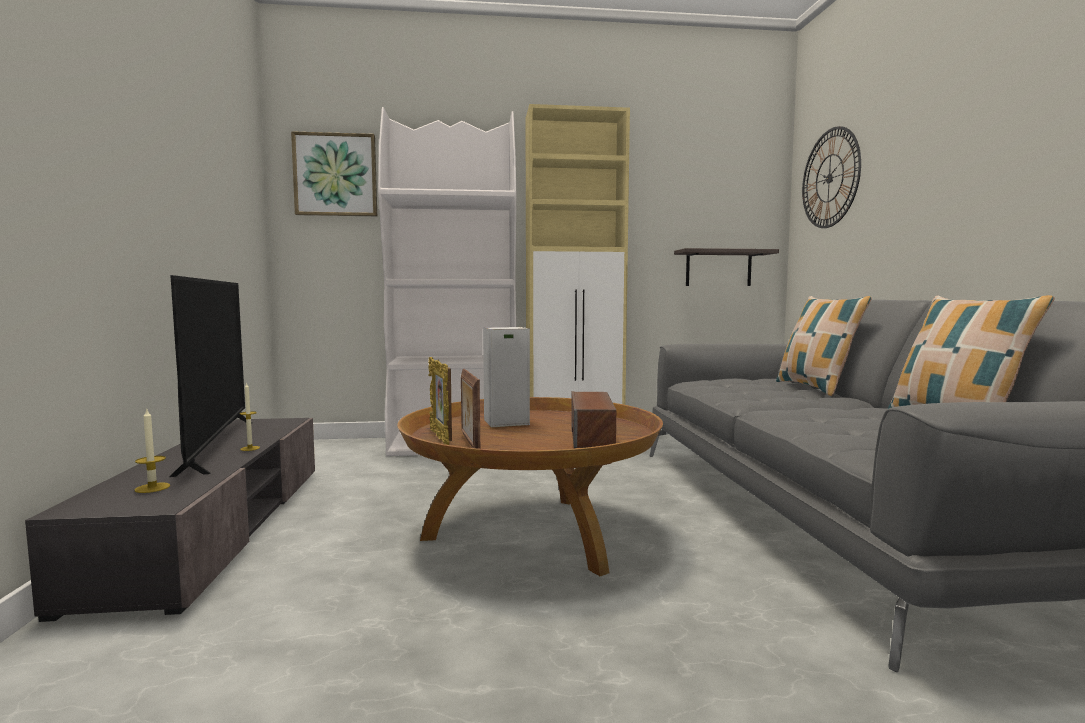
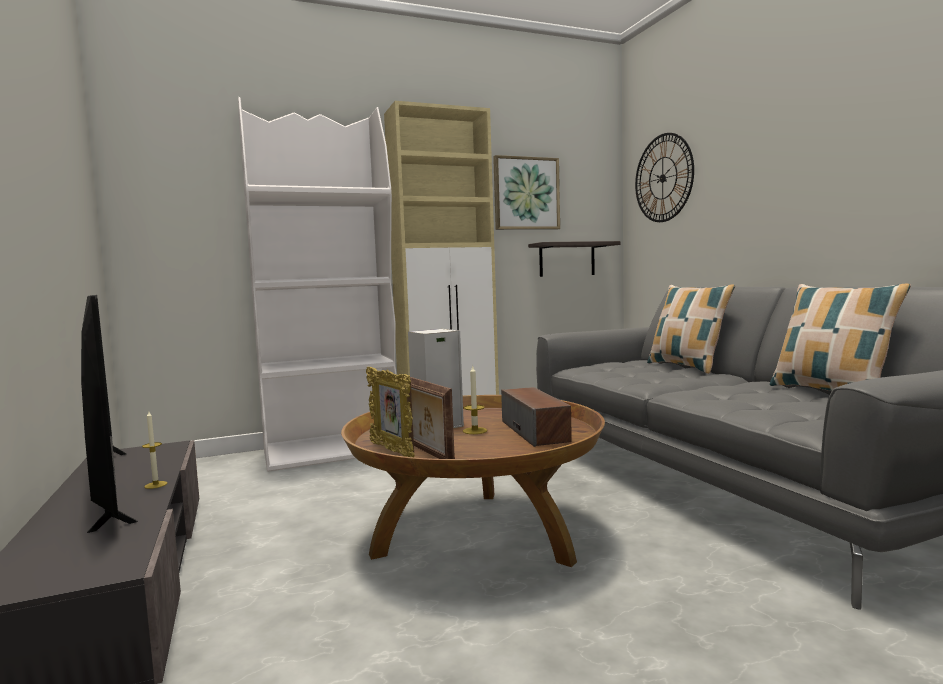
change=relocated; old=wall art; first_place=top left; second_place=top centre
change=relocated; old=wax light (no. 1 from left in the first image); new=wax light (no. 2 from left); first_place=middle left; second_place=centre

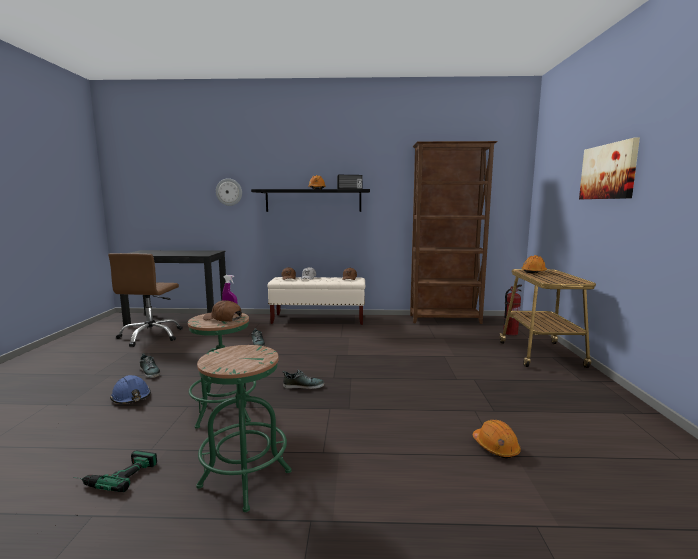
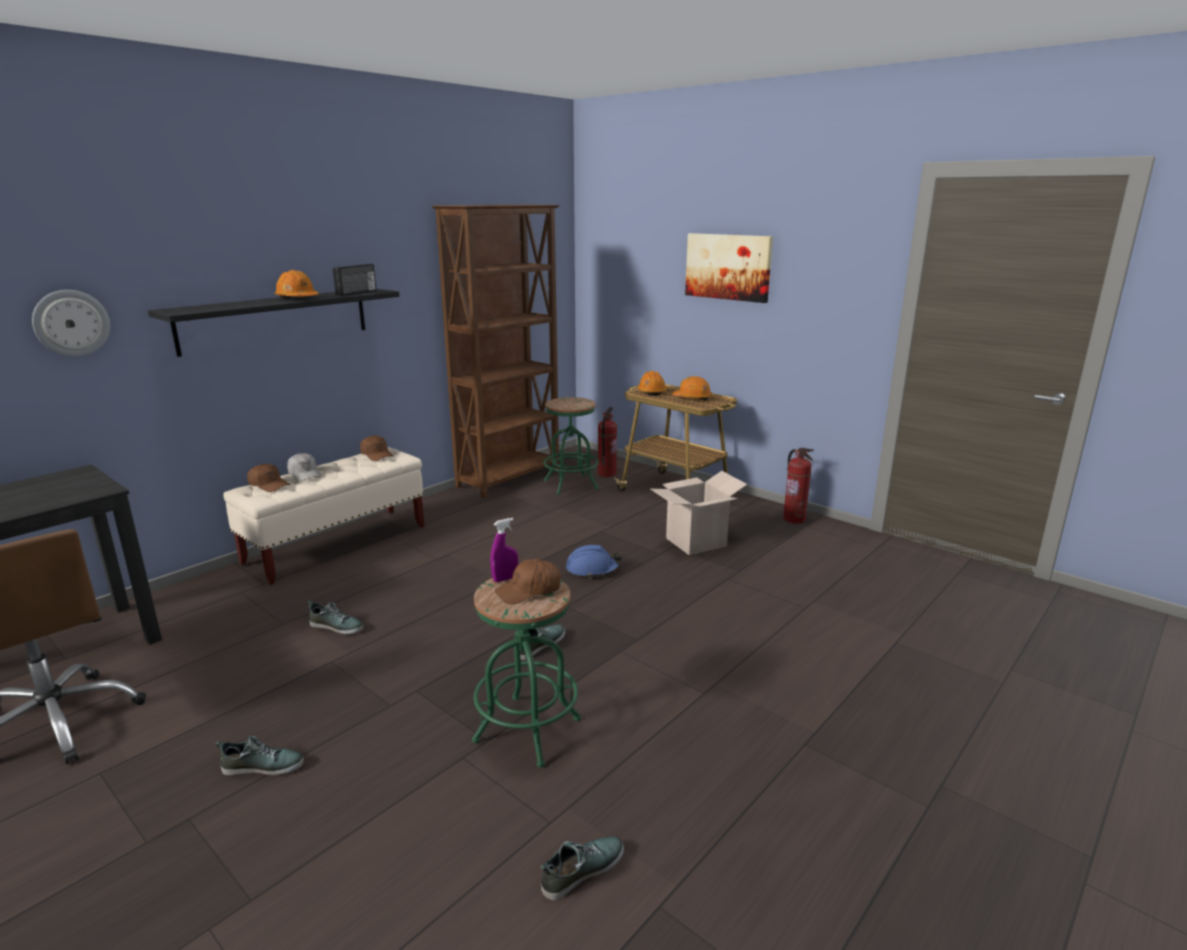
change=relocated; old=green sitting stool (no. 2 from left); first_place=bottom centre; second_place=centre
change=relocated; old=bluish work helmet; first_place=bottom left; second_place=centre
change=relocated; old=orangey work helmet (no. 2 from left in the first image); new=orangey work helmet (no. 3 from left); first_place=bottom right; second_place=centre
change=exchanged; old=drill; new=shoe (no. 4 from left); first_place=bottom left; second_place=bottom centre
change=appeared; new=fire-fighting cylinder (no. 2 from left); second_place=middle right
change=appeared; new=cardboard box; second_place=centre

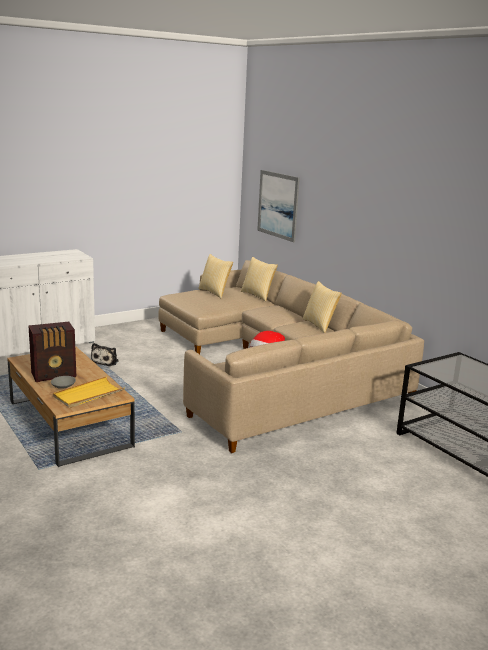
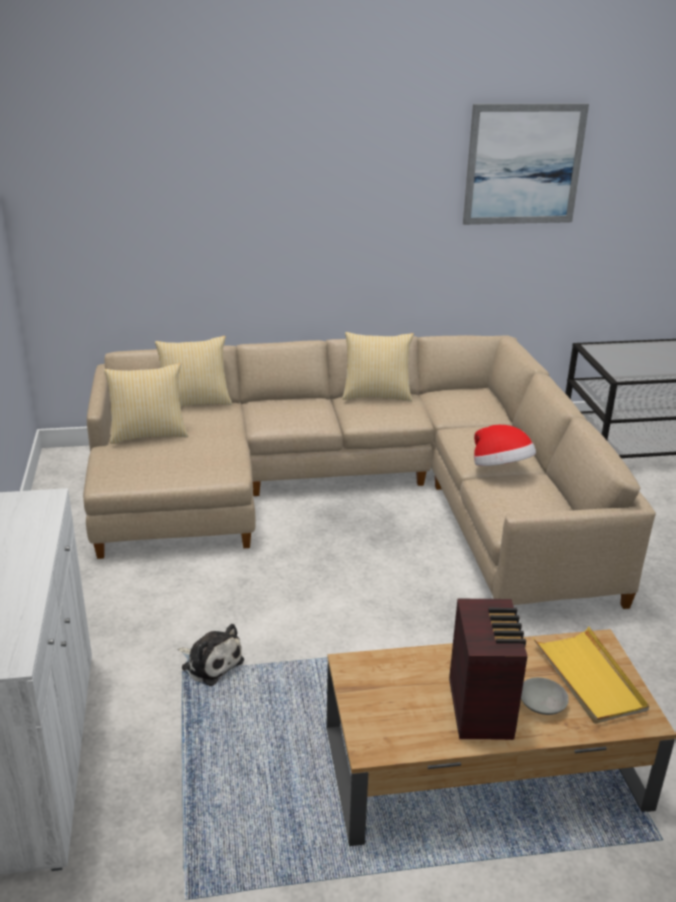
change=relocated; old=wall art; first_place=top centre; second_place=top right

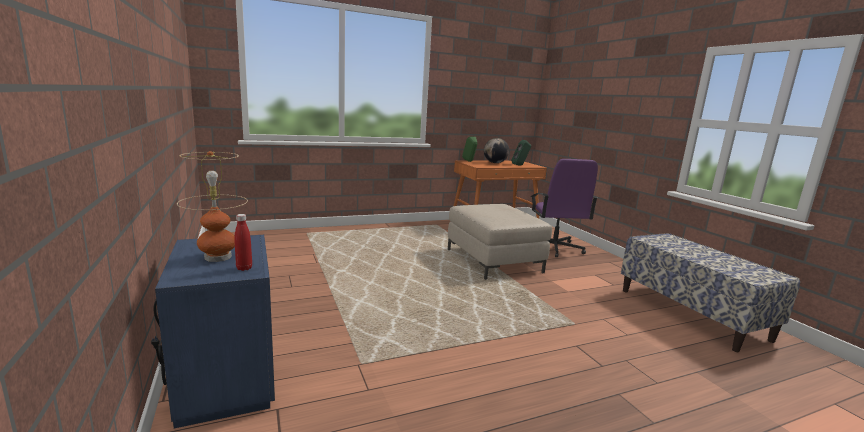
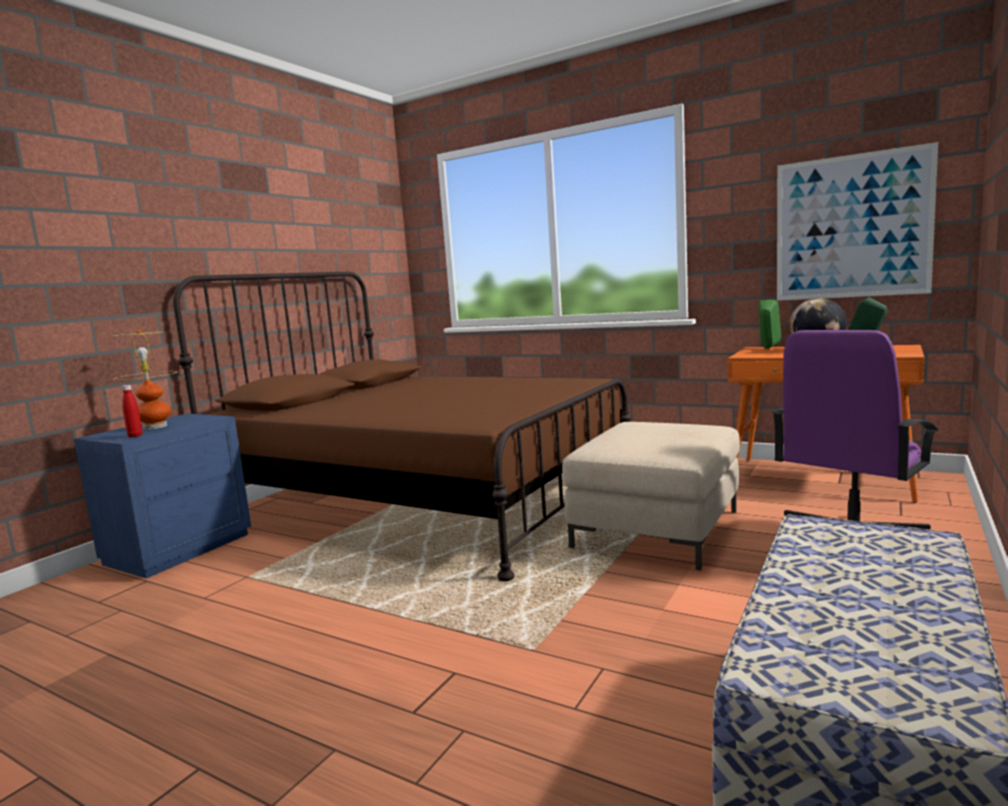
change=appeared; new=wall art; second_place=top right
change=appeared; new=brown-coloured bed; second_place=centre

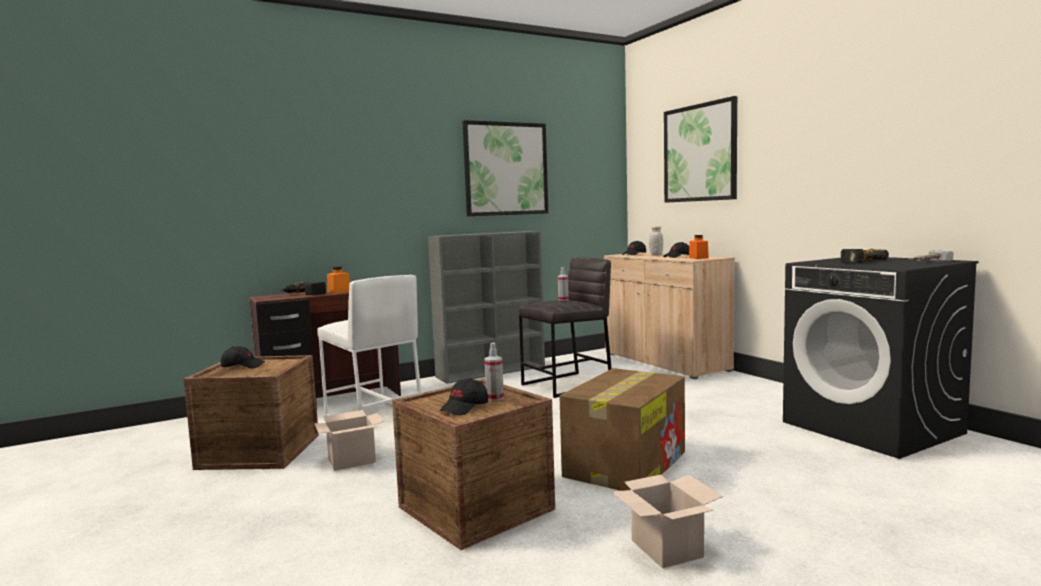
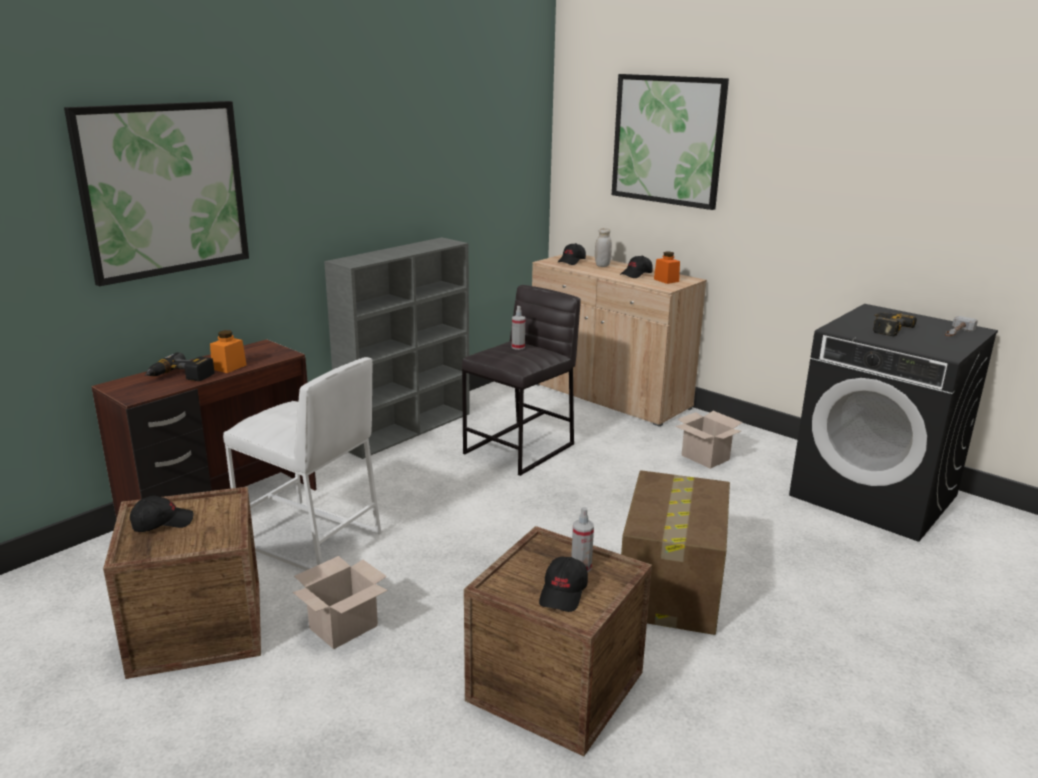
change=relocated; old=wall art (no. 1 from left); first_place=top centre; second_place=top left
change=relocated; old=cardboard box (no. 3 from left); first_place=bottom centre; second_place=middle right

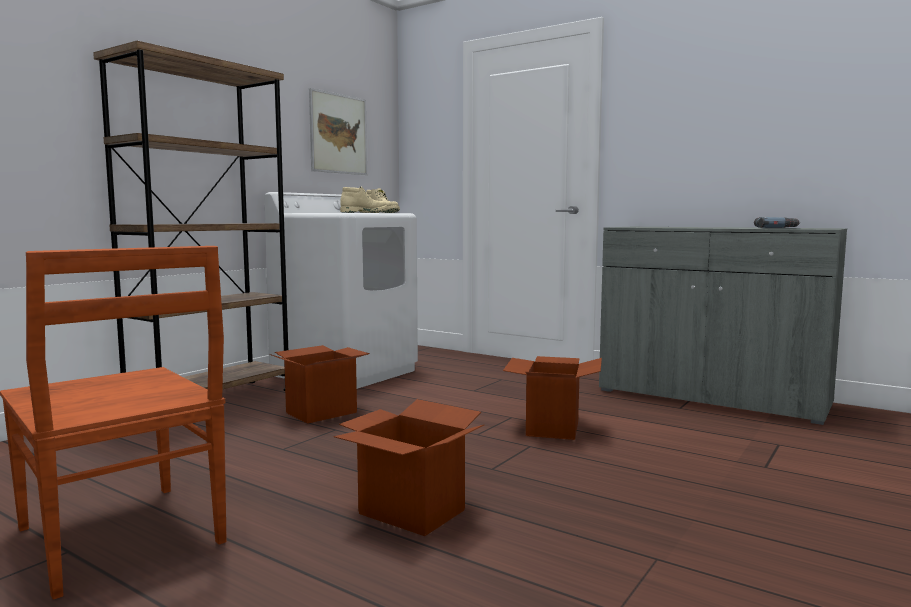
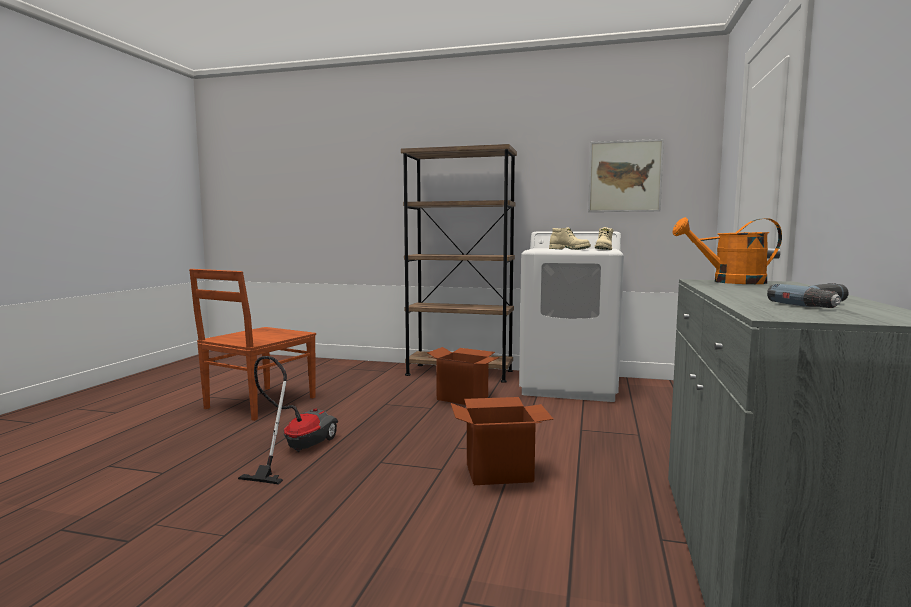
change=exchanged; old=cardboard box (no. 2 from left); new=vacuum; first_place=bottom centre; second_place=bottom left
change=appeared; new=orangey watering can; second_place=middle right

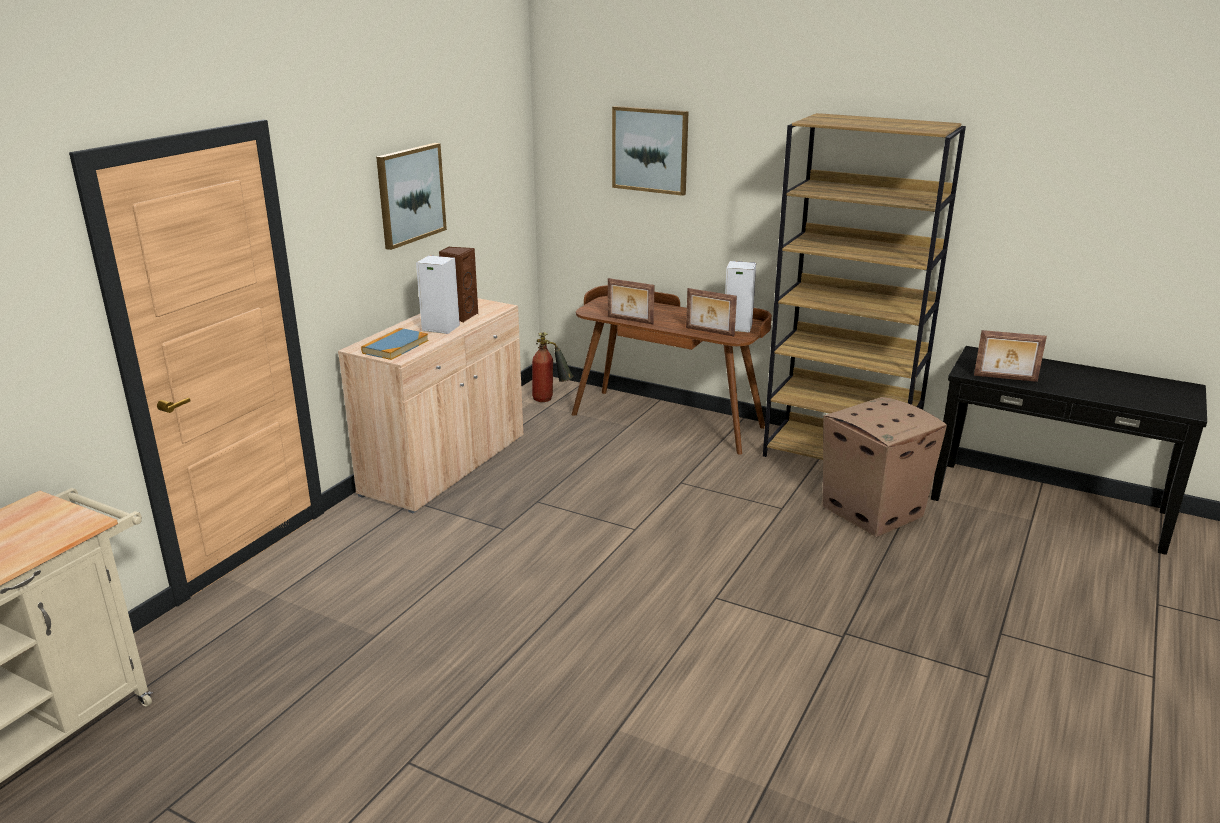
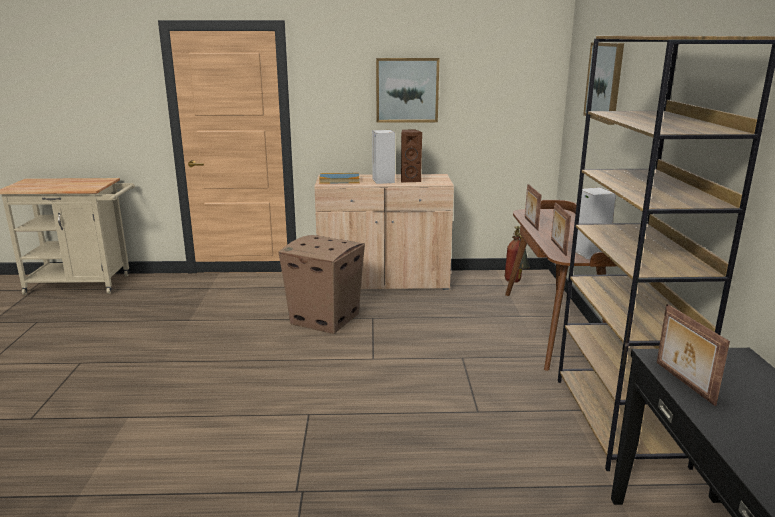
change=relocated; old=cardboard box; first_place=middle right; second_place=centre

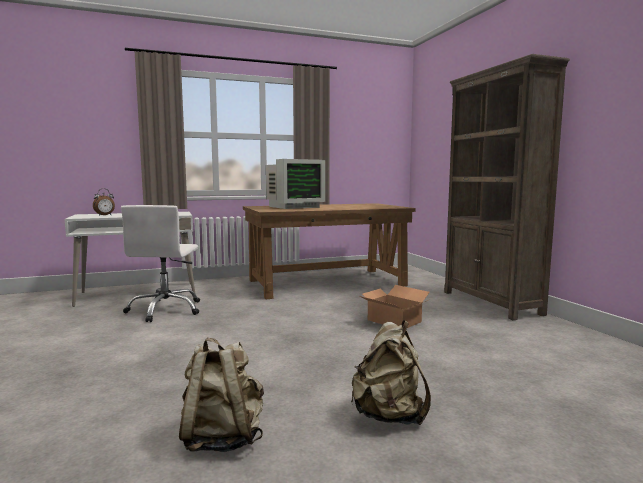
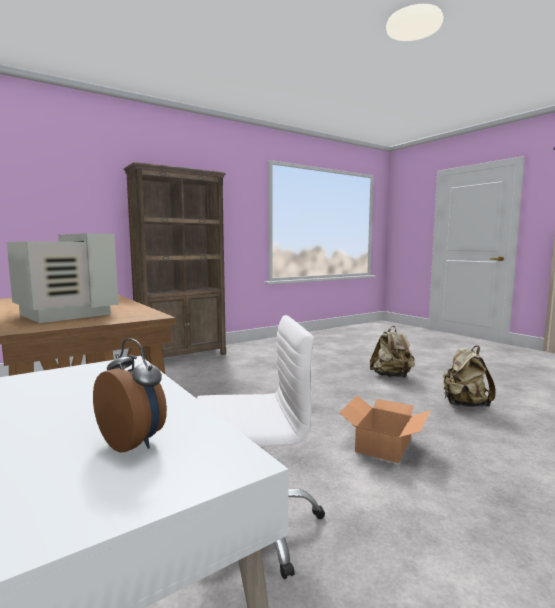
change=relocated; old=cardboard box; first_place=centre; second_place=bottom right

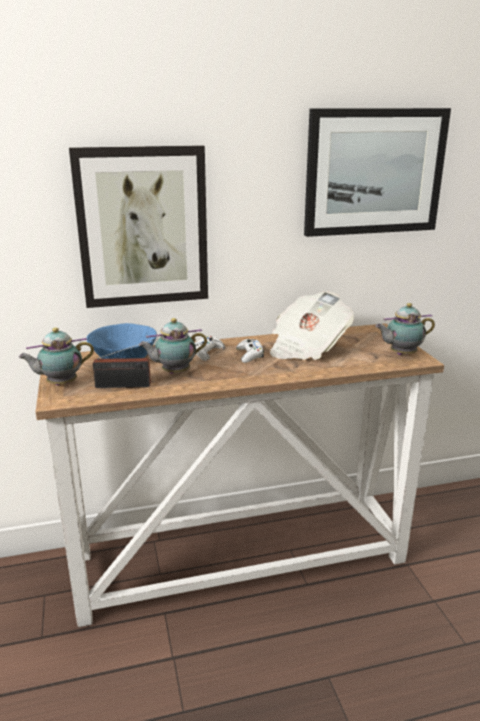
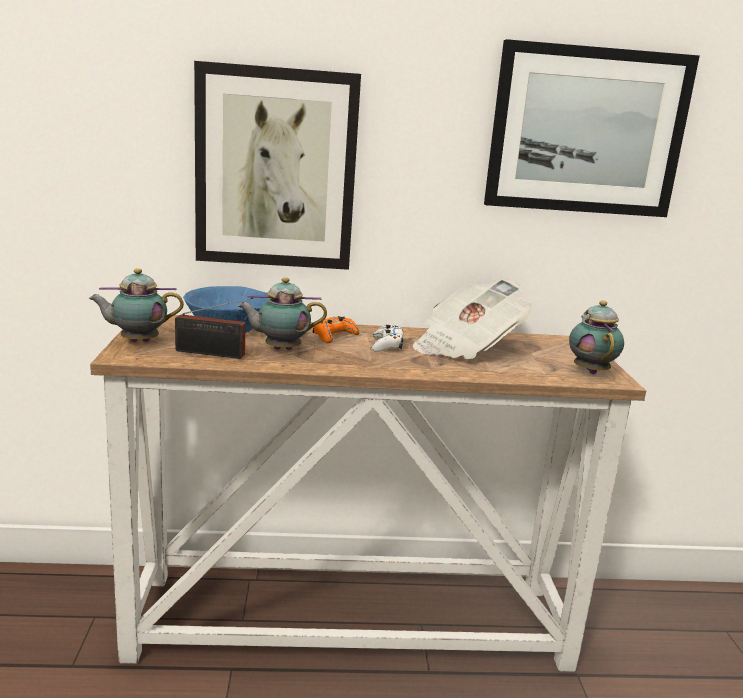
change=spun; old=pot for tea (no. 3 from left); first_place=middle right; second_place=middle right; degrees=90
change=colour; old=whitish joypad (no. 1 from left); new=orangey joypad; first_place=centre; second_place=centre

